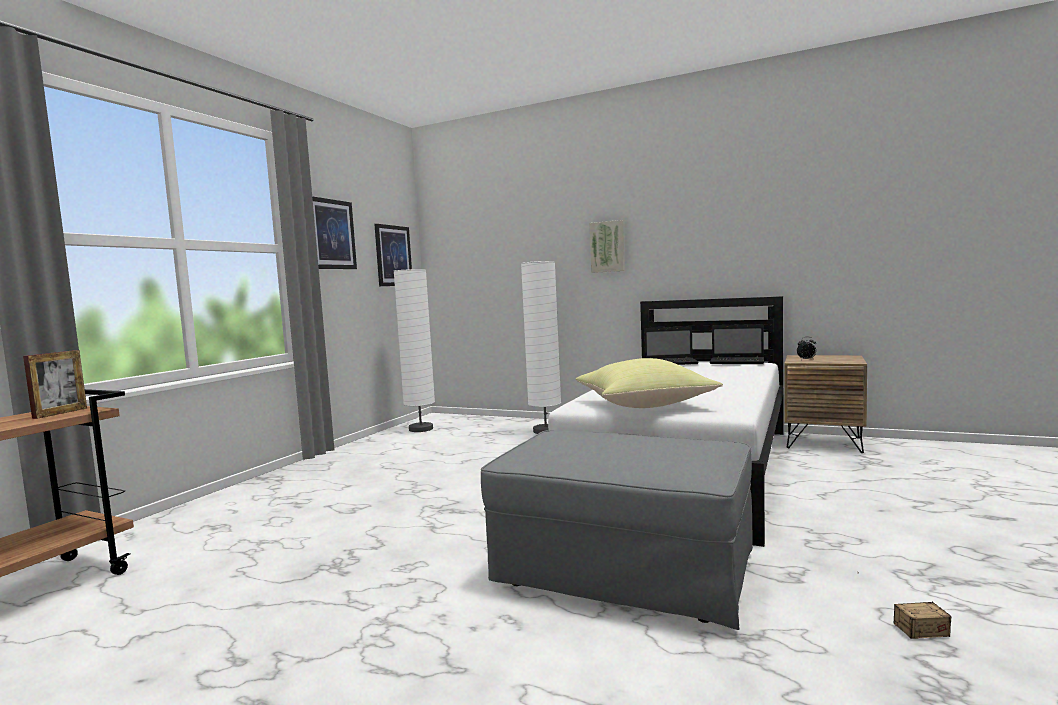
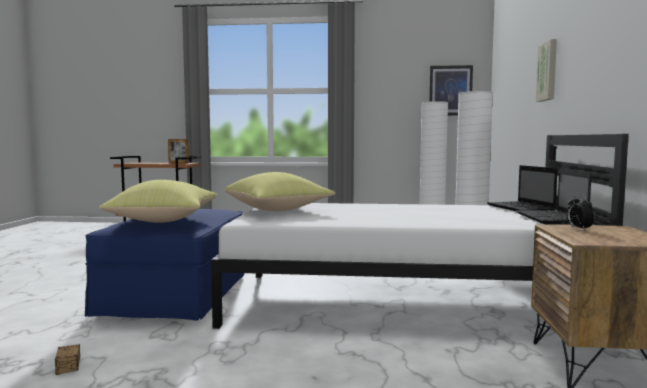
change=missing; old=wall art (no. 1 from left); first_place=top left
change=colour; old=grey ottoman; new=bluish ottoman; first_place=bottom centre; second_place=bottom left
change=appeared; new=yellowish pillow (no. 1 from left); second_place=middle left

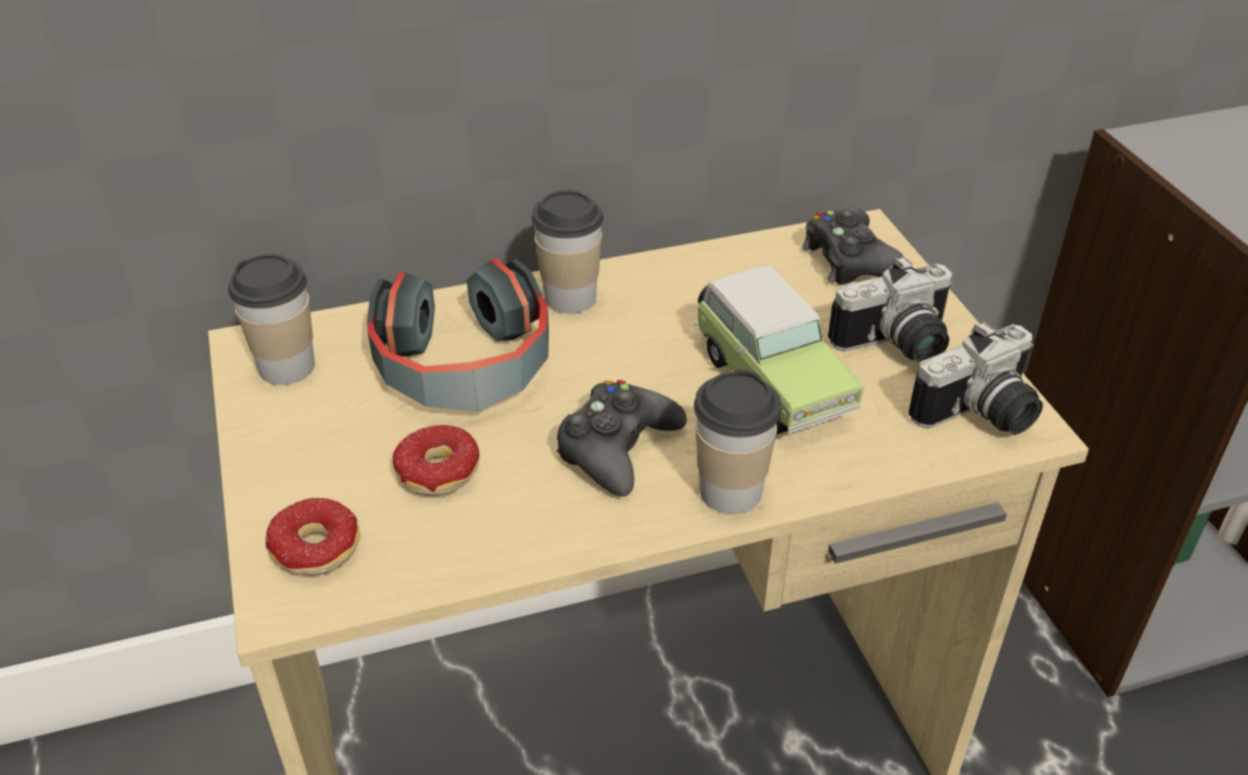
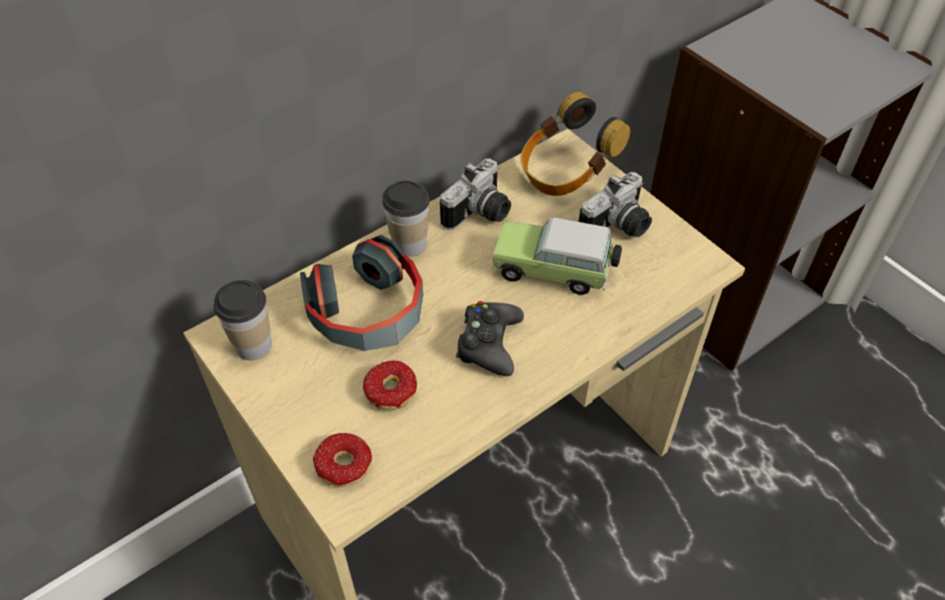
change=exchanged; old=black-coloured joypad (no. 2 from left); new=pair of headphones (no. 2 from left); first_place=top right; second_place=top centre
change=spun; old=model car; first_place=centre; second_place=centre; degrees=150
change=relocated; old=still camera (no. 2 from left in the first image); new=still camera (no. 1 from left); first_place=middle right; second_place=top centre
change=missing; old=cup (no. 3 from left); first_place=centre

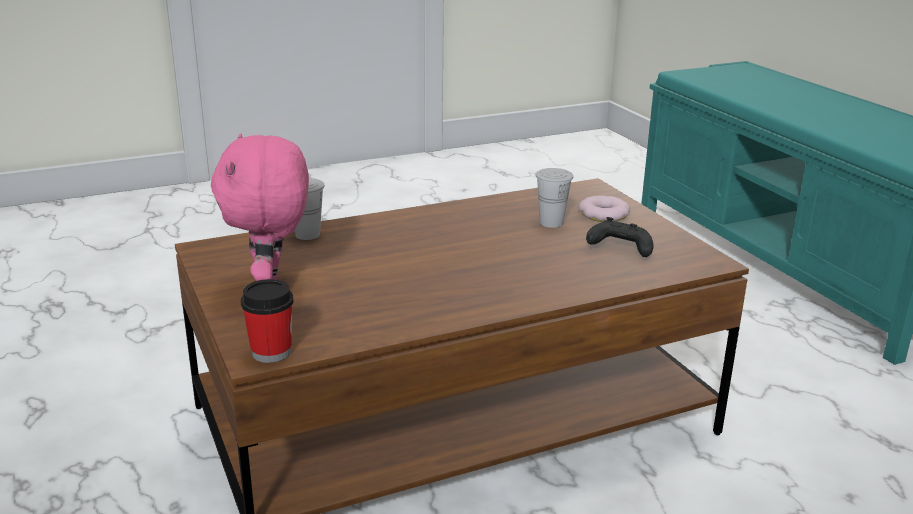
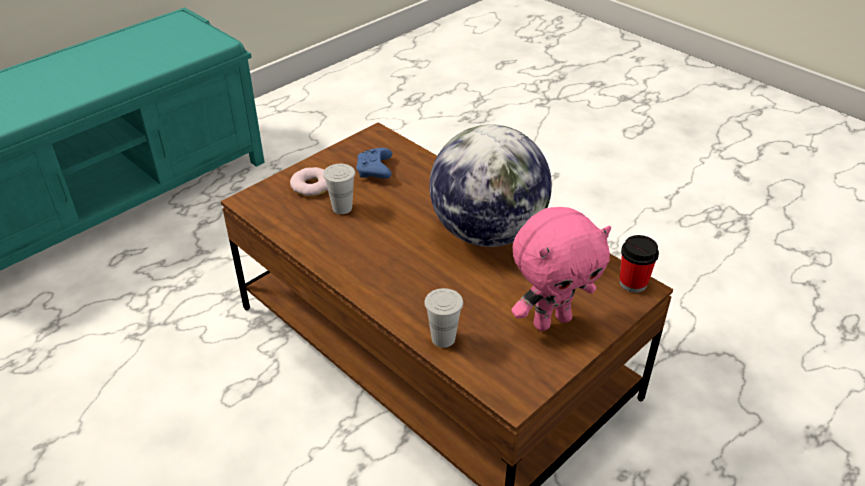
change=colour; old=black-coloured joypad; new=bluish joypad; first_place=middle right; second_place=centre
change=appeared; new=desk globe; second_place=centre

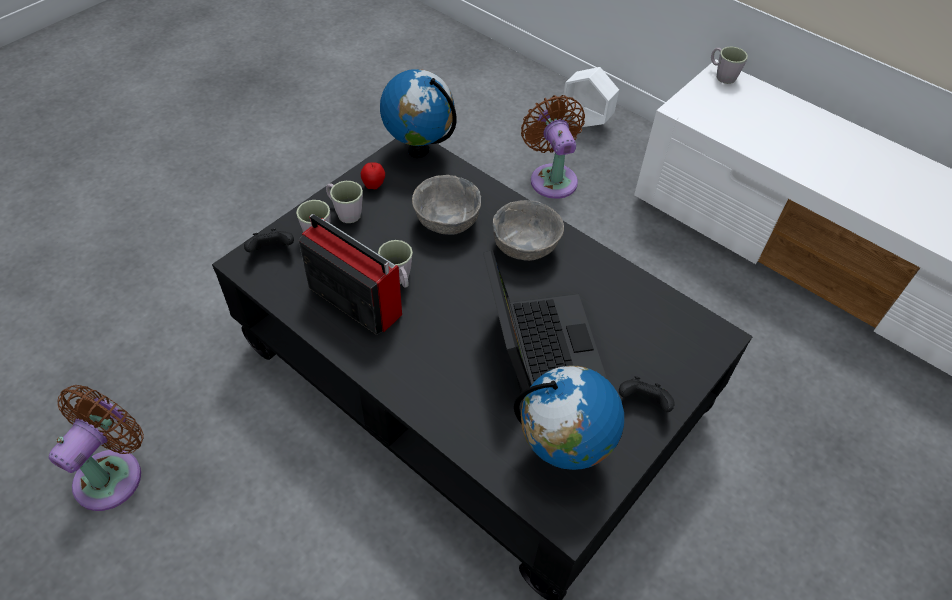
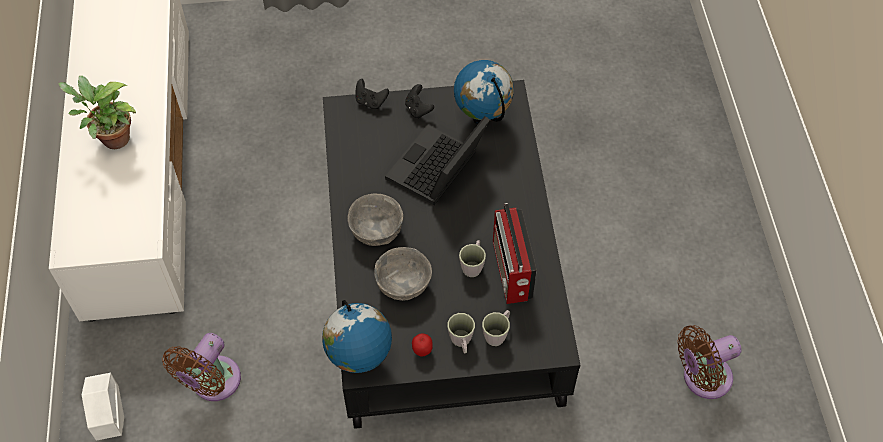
change=missing; old=grey coffee mug (no. 4 from left); first_place=top right
change=relocated; old=black-coloured joypad (no. 1 from left); first_place=middle left; second_place=top centre
change=appeared; new=potted plant; second_place=top left

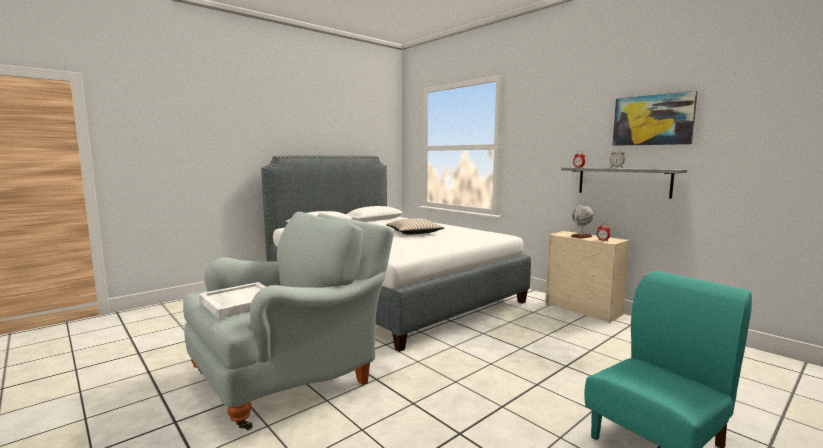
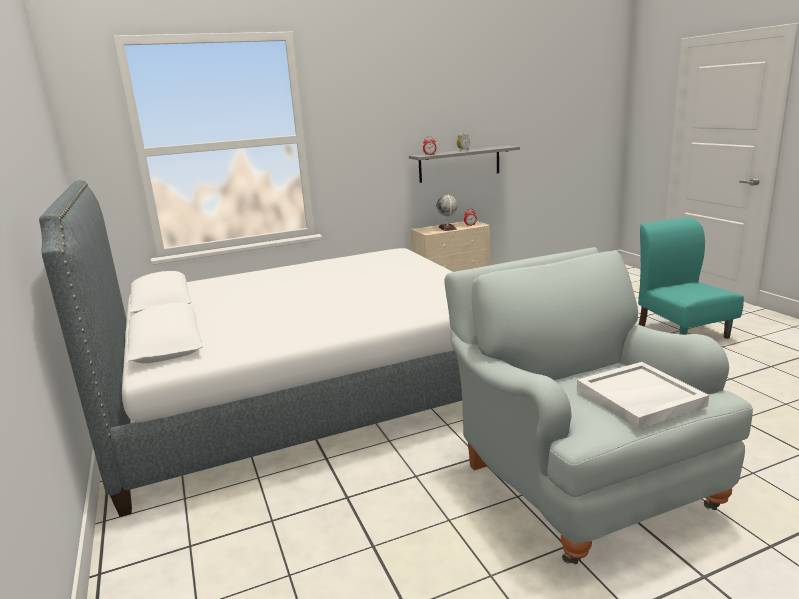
change=missing; old=wall art; first_place=top right
change=missing; old=sand-coloured pillow; first_place=centre

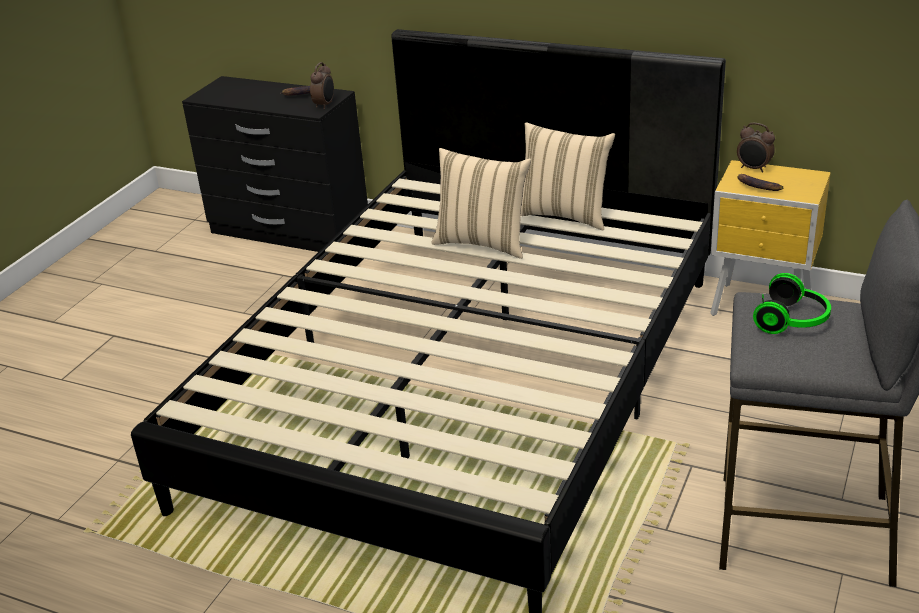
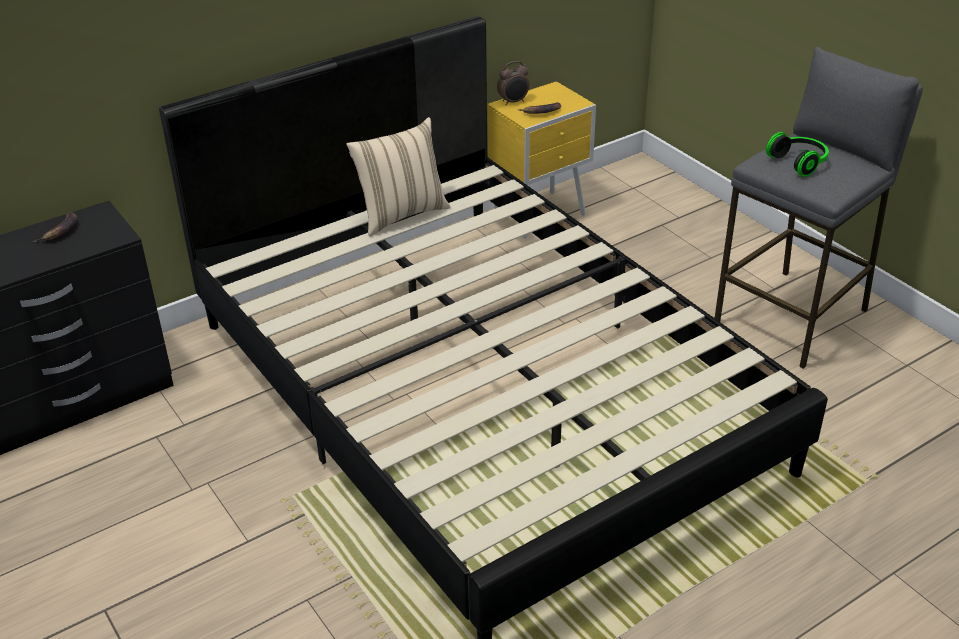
change=missing; old=table clock (no. 1 from left); first_place=top centre
change=missing; old=sand-coloured pillow (no. 1 from left); first_place=top centre

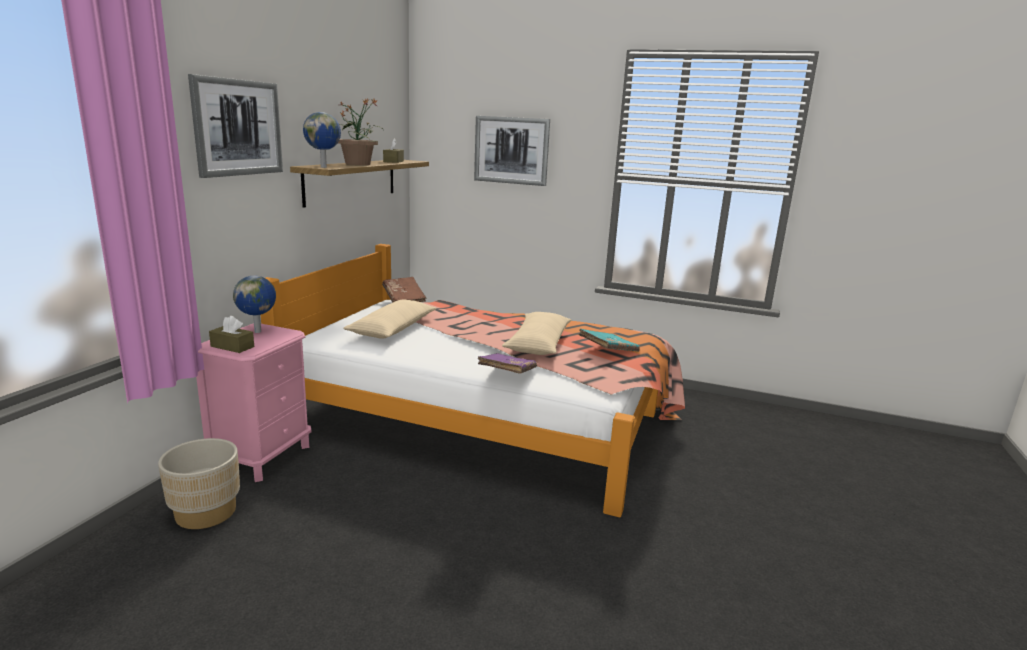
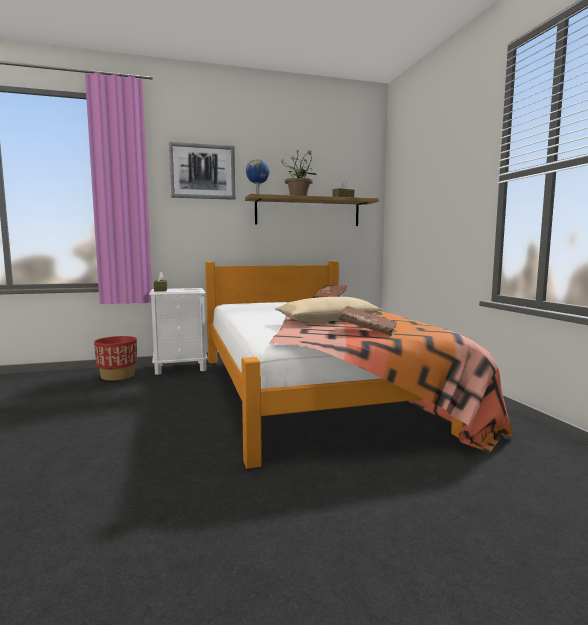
change=missing; old=wall art (no. 2 from left); first_place=top centre
change=missing; old=desk globe (no. 1 from left); first_place=middle left
change=missing; old=sand-coloured pillow (no. 1 from left); first_place=centre
change=colour; old=pink night table; new=whitish night table; first_place=middle left; second_place=middle left
change=colour; old=blue-green bound book; new=brown-coloured bound book (no. 2 from left); first_place=centre; second_place=centre
change=missing; old=purplish bound book; first_place=centre
change=colour; old=sand-coloured planter; new=red planter; first_place=bottom left; second_place=middle left

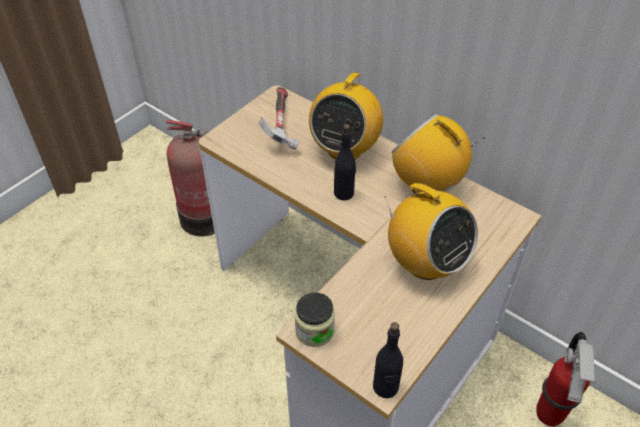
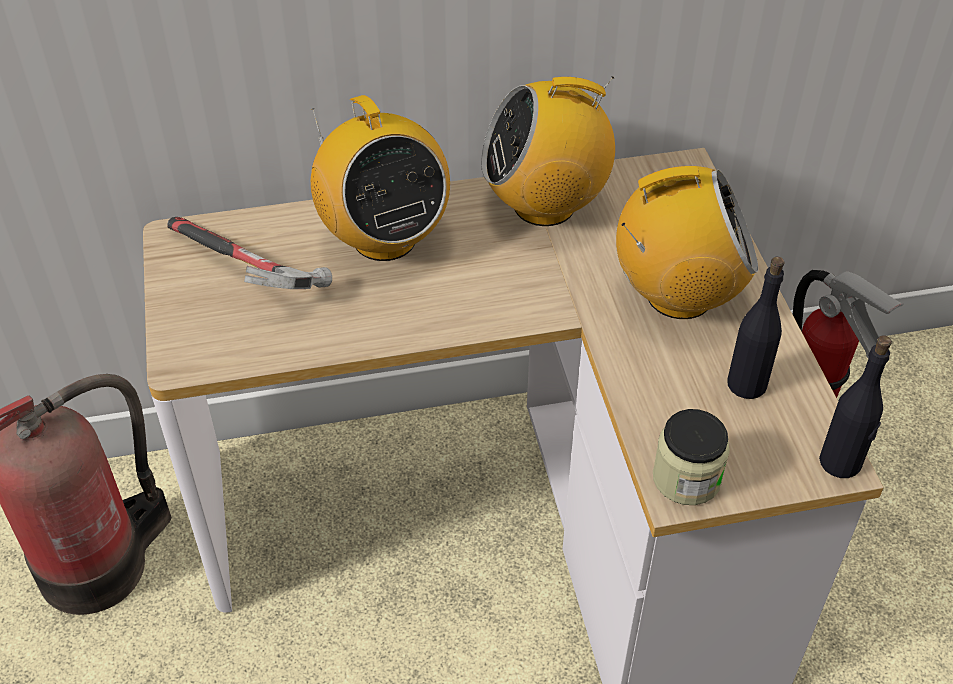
change=relocated; old=black-coloured bottle (no. 1 from left); first_place=centre; second_place=middle right

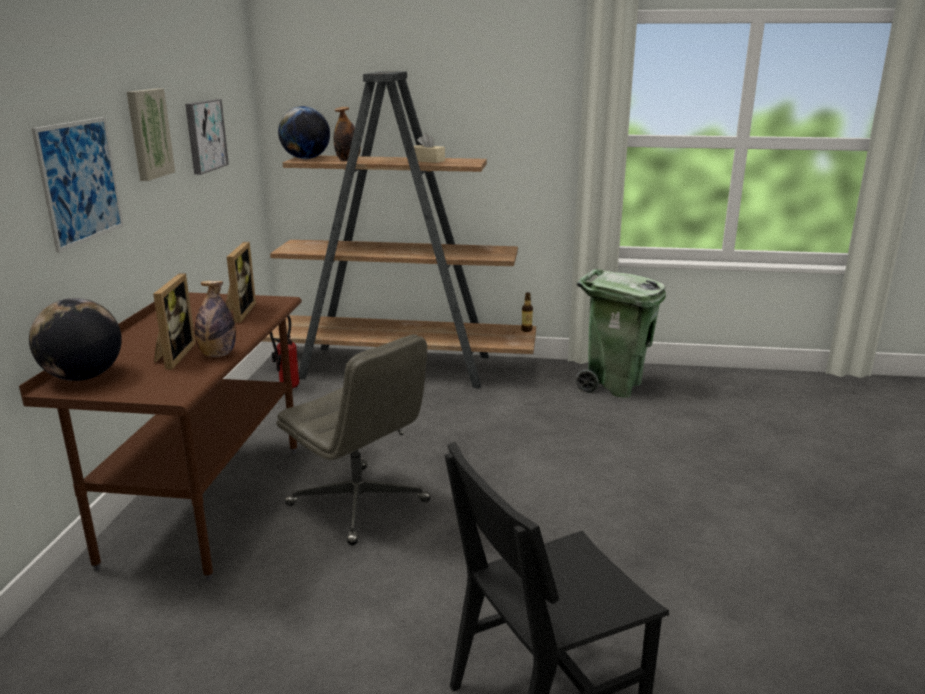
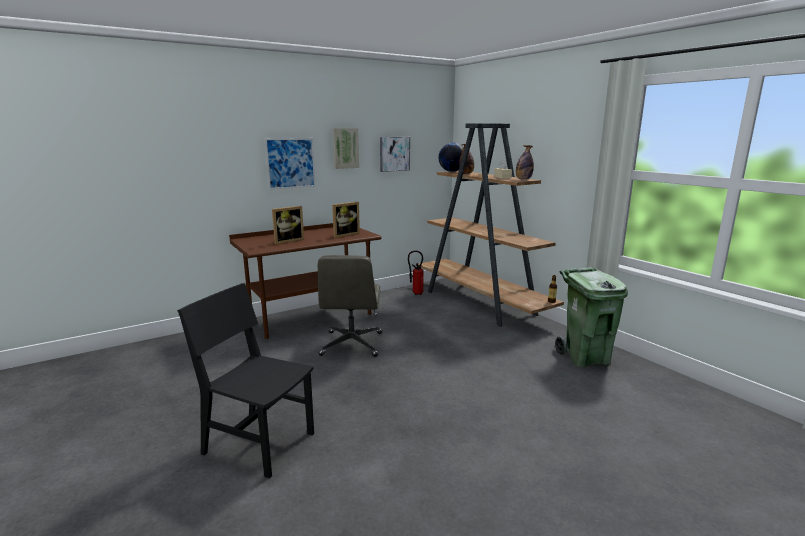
change=relocated; old=bottle (no. 1 from left in the first image); new=bottle (no. 2 from left); first_place=middle left; second_place=top centre
change=missing; old=desk globe (no. 1 from left); first_place=middle left

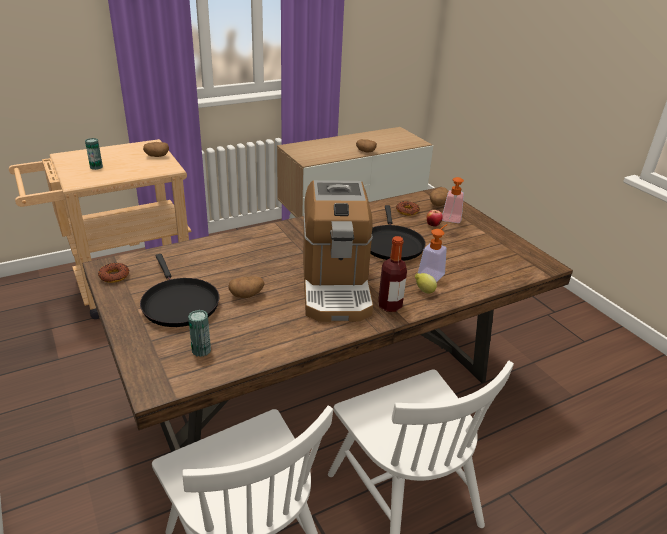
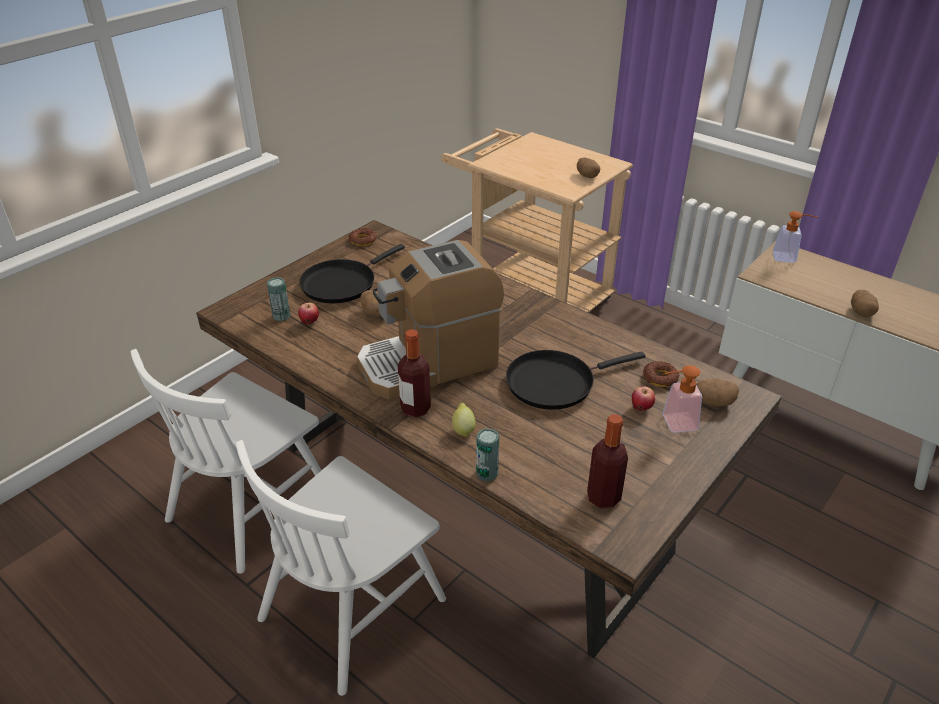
change=relocated; old=can (no. 1 from left in the first image); new=can (no. 2 from left); first_place=top left; second_place=centre
change=relocated; old=soap bottle (no. 1 from left in the first image); new=soap bottle (no. 2 from left); first_place=centre; second_place=middle right
change=appeared; new=whole apple (no. 1 from left); second_place=middle left
change=appeared; new=bottle (no. 2 from left); second_place=centre

